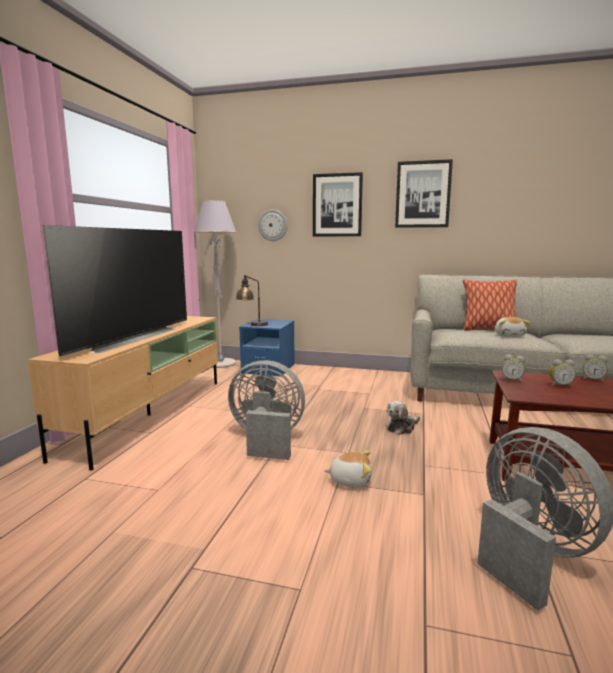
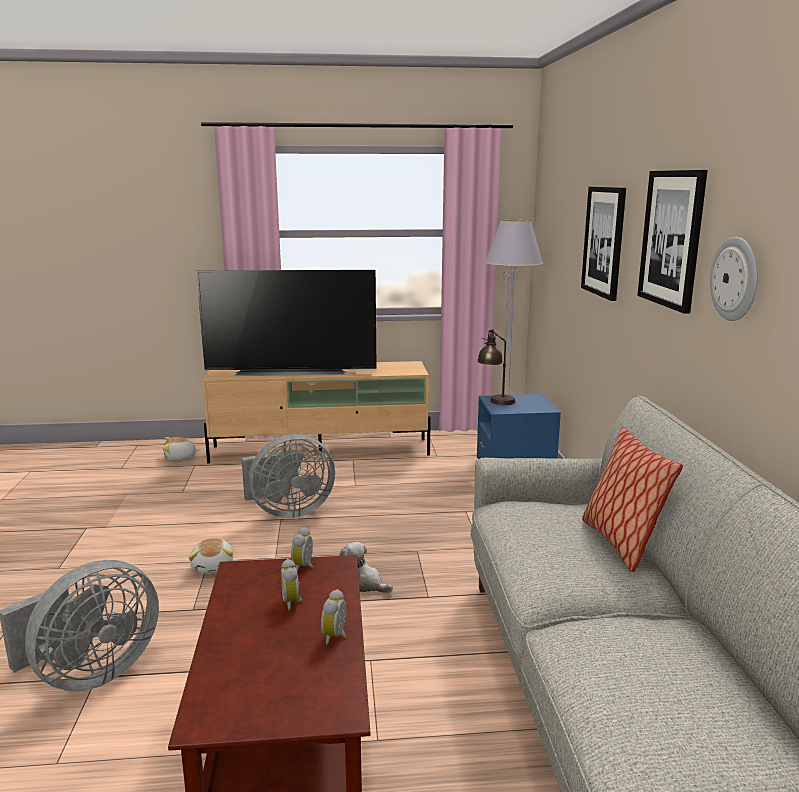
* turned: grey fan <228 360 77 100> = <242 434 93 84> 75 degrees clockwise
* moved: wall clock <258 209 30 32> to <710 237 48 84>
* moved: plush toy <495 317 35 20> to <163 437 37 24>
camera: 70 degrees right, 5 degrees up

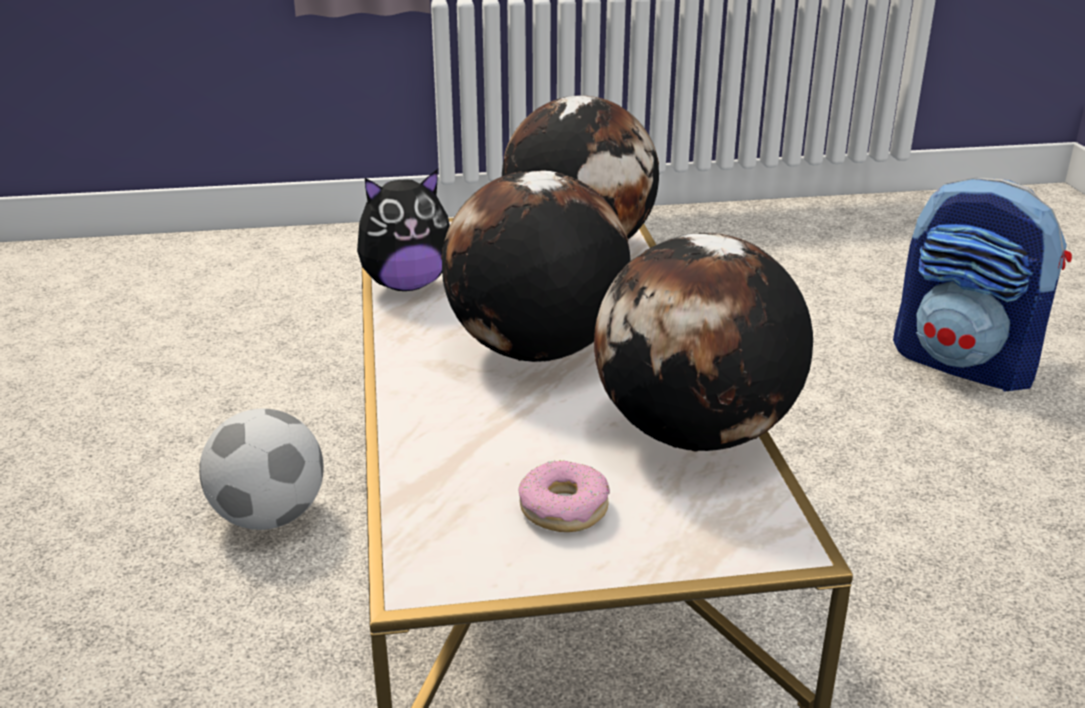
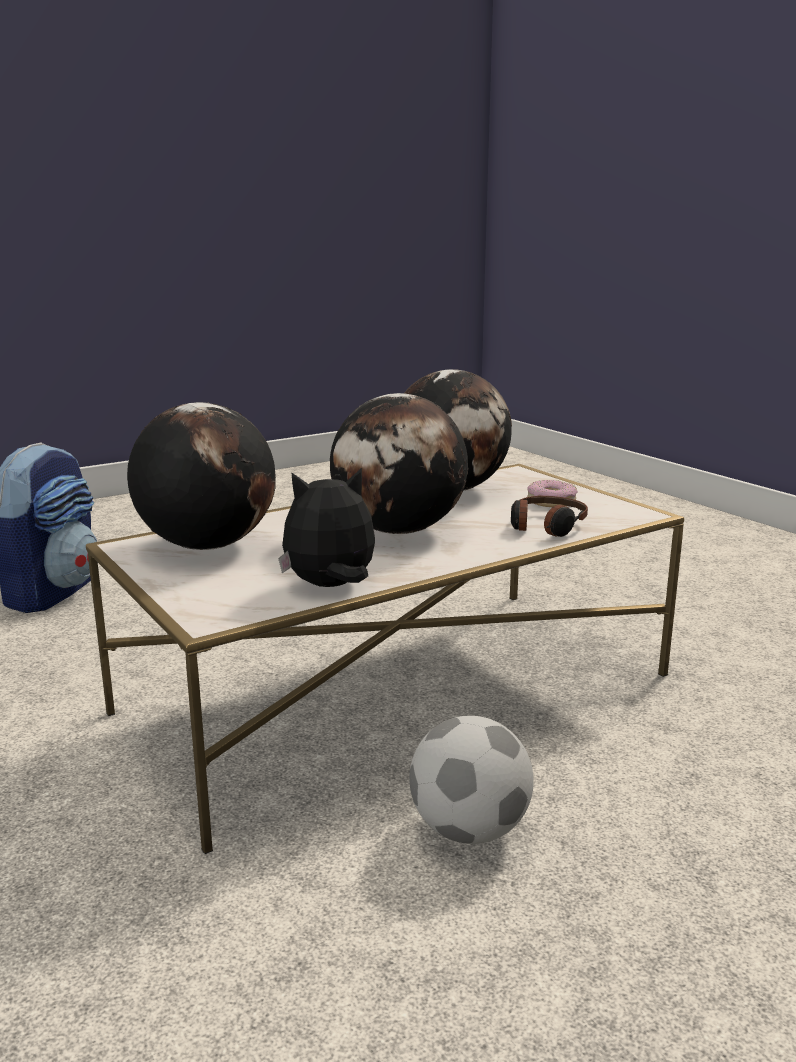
* turned: plush toy <357 169 93 122> = <278 468 97 119> 60 degrees counterclockwise
* added: headphones <511 496 77 41>
camera: 115 degrees left, 10 degrees down

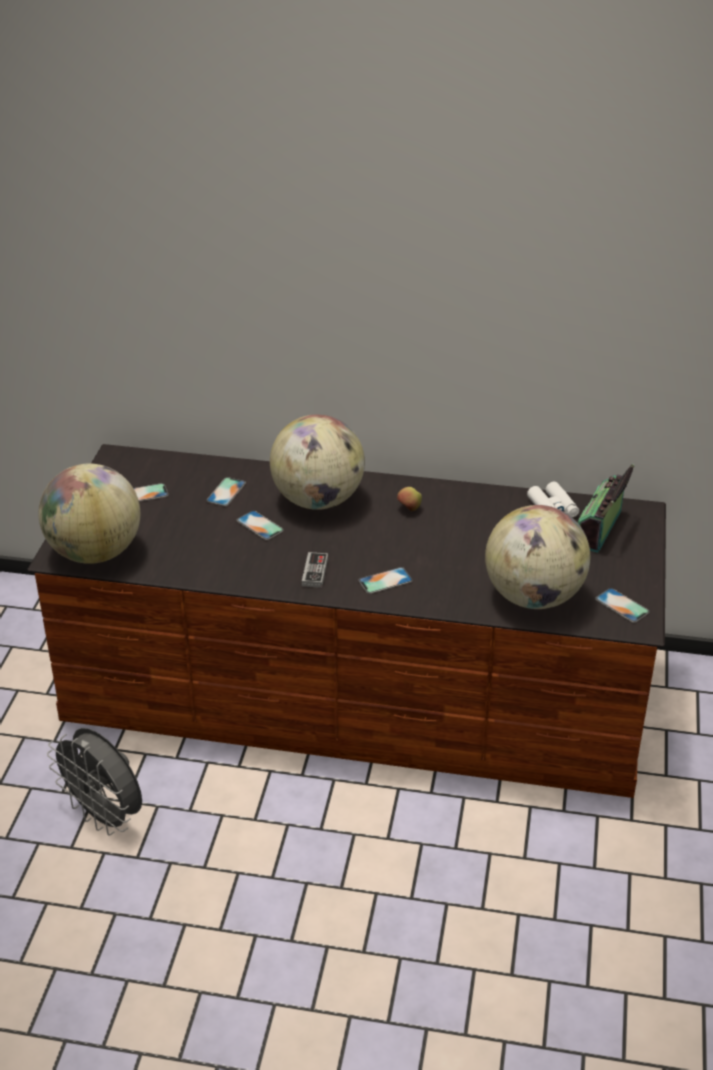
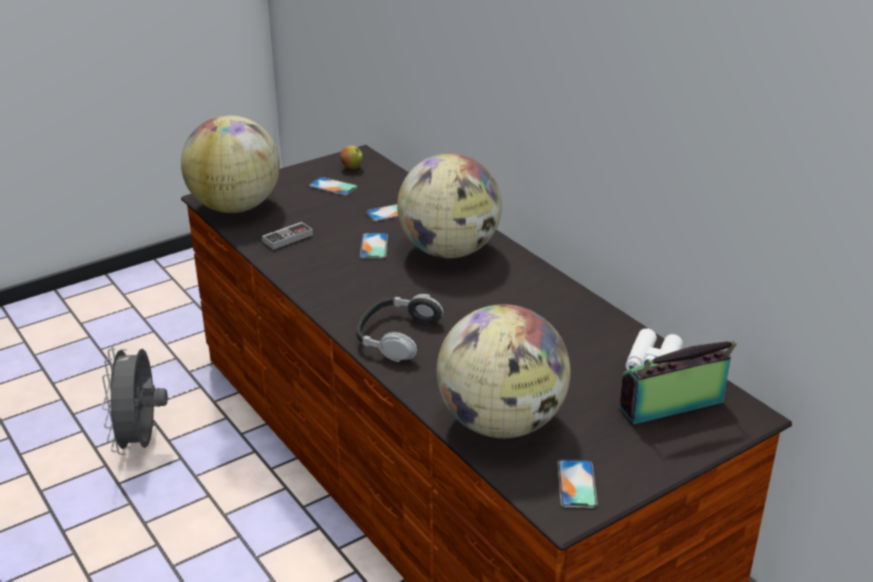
* moved: game controller <302 552 26 36> to <262 222 51 28>
* replaced: phone <358 567 55 27> to headphones <356 294 88 68>
* moved: apple <397 487 25 24> to <340 146 23 24>
camera: 45 degrees right, 5 degrees down

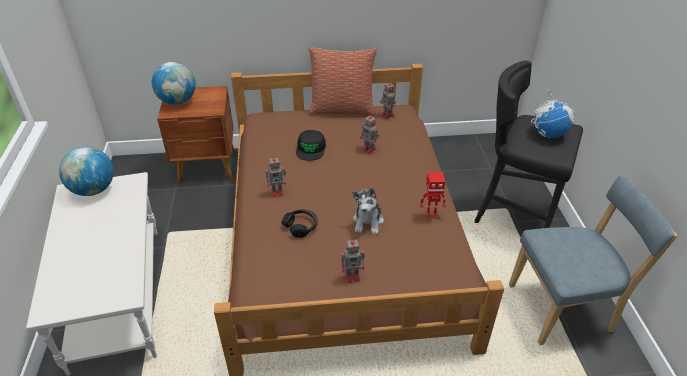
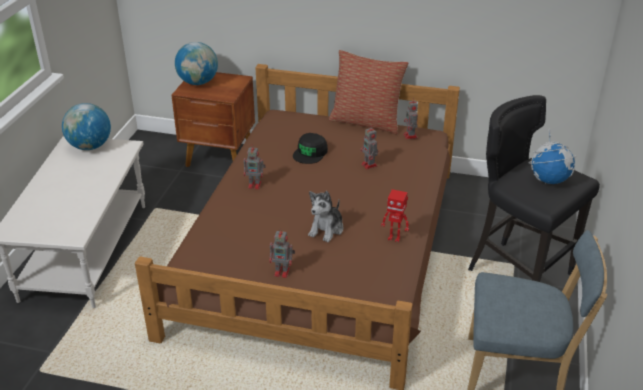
* removed: black headphones <282 209 36 29>
camera: 20 degrees right, 5 degrees down

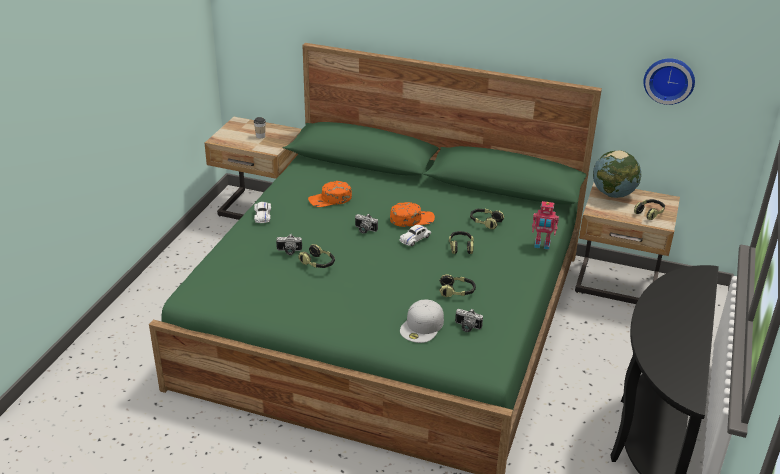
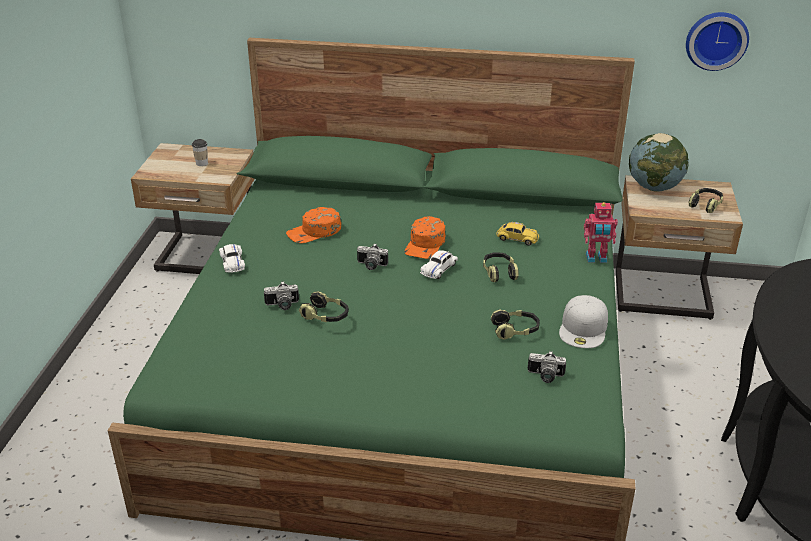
* turned: orange cap <390 202 45 25> = <404 216 42 43> 135 degrees clockwise
* moved: white cap <400 299 44 44> to <559 295 49 53>
* replaced: headphones <470 209 34 20> to yellow toy car <496 222 43 24>
camera: 10 degrees left, 0 degrees up

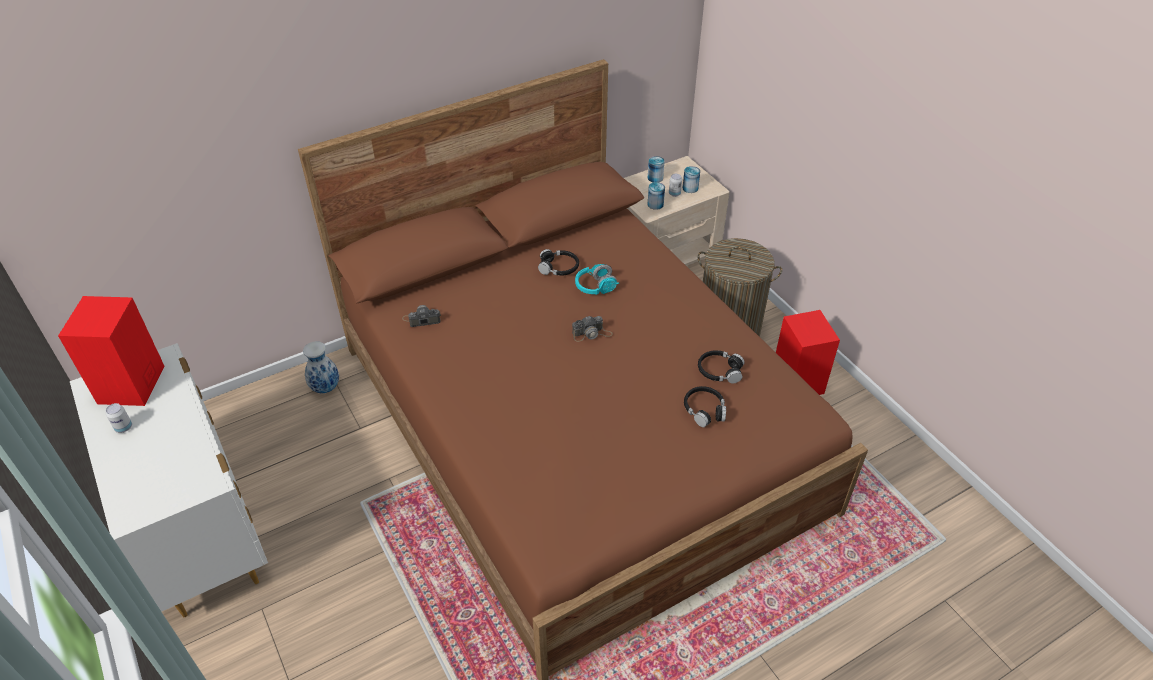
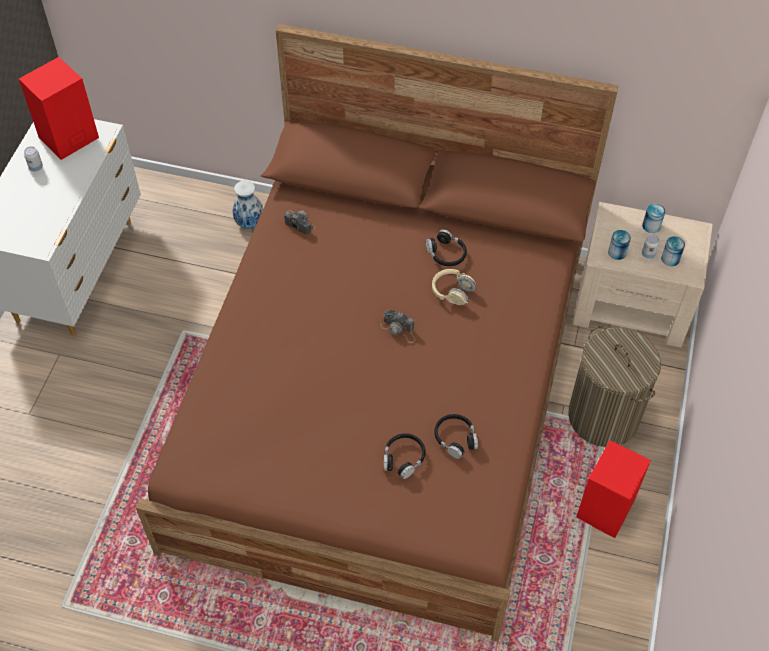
* recoloured: turquoise headphones <575 264 44 31> to beige headphones <432 269 44 36>
camera: 45 degrees right, 10 degrees up

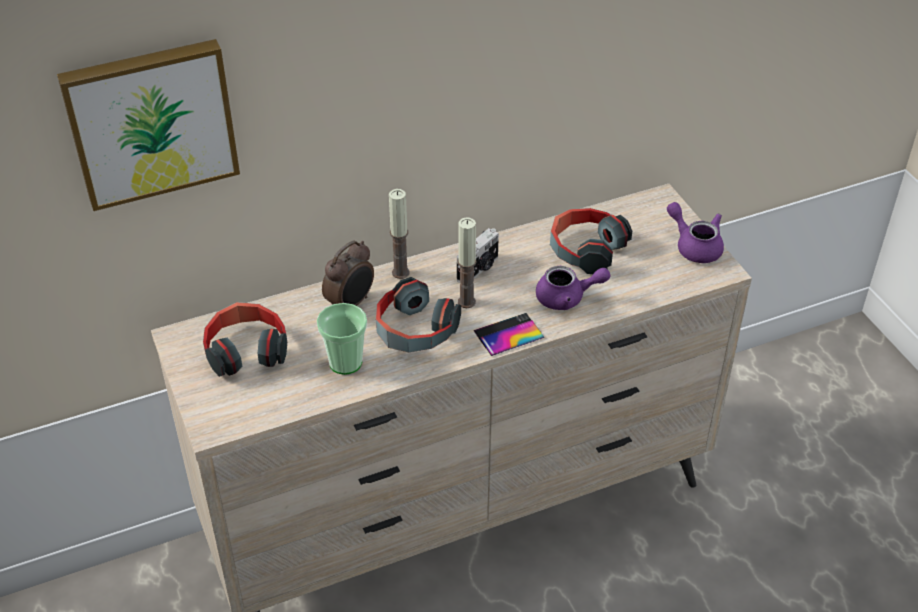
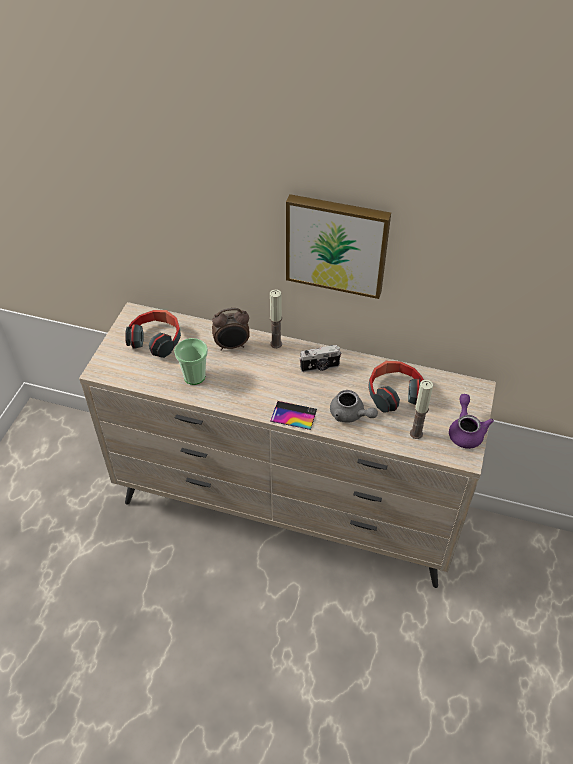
* moved: picture <57 39 183 172> to <286 194 105 105>
* removed: headphones <376 277 85 75>
* moved: candle <457 217 20 91> to <410 380 23 59>
* recoloured: purple teapot <536 266 74 44> to grey teapot <330 390 48 33>
camera: 40 degrees right, 5 degrees up

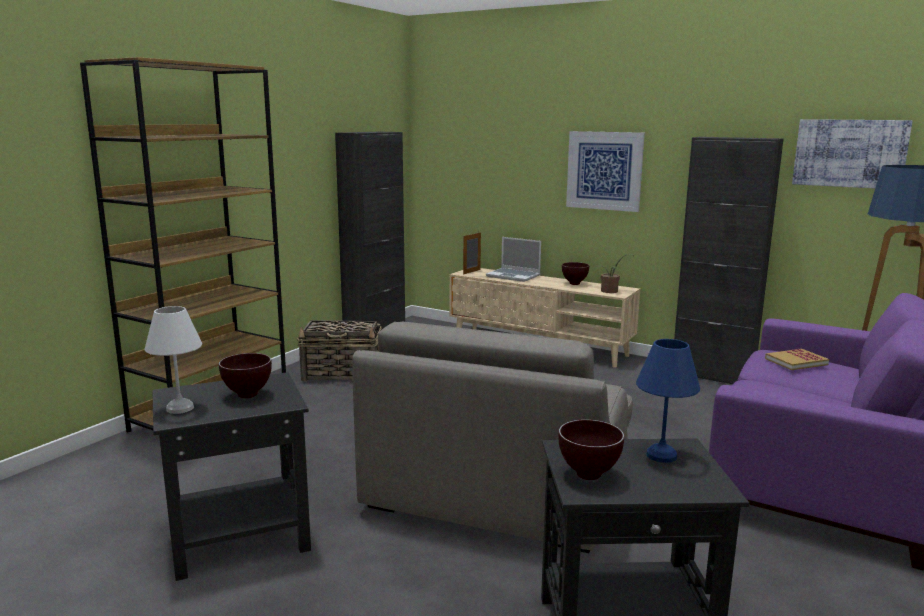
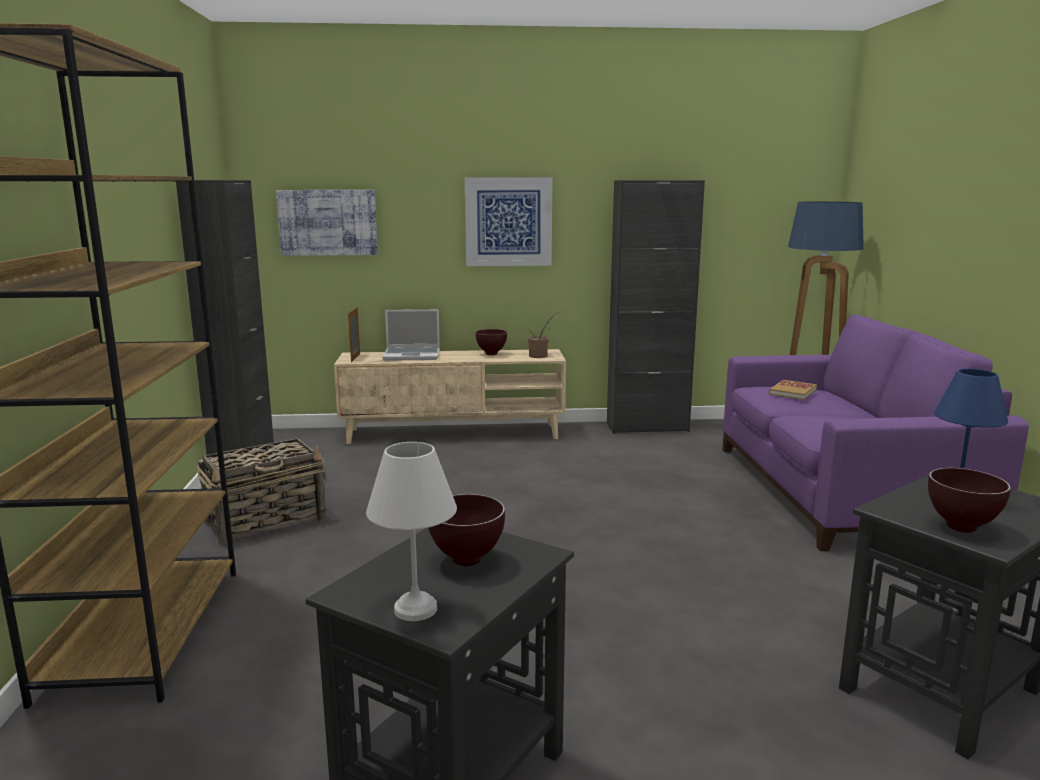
* removed: grey armchair <352 322 281 231>
* moved: picture <792 119 121 69> to <276 190 102 66>
camera: 35 degrees left, 0 degrees up

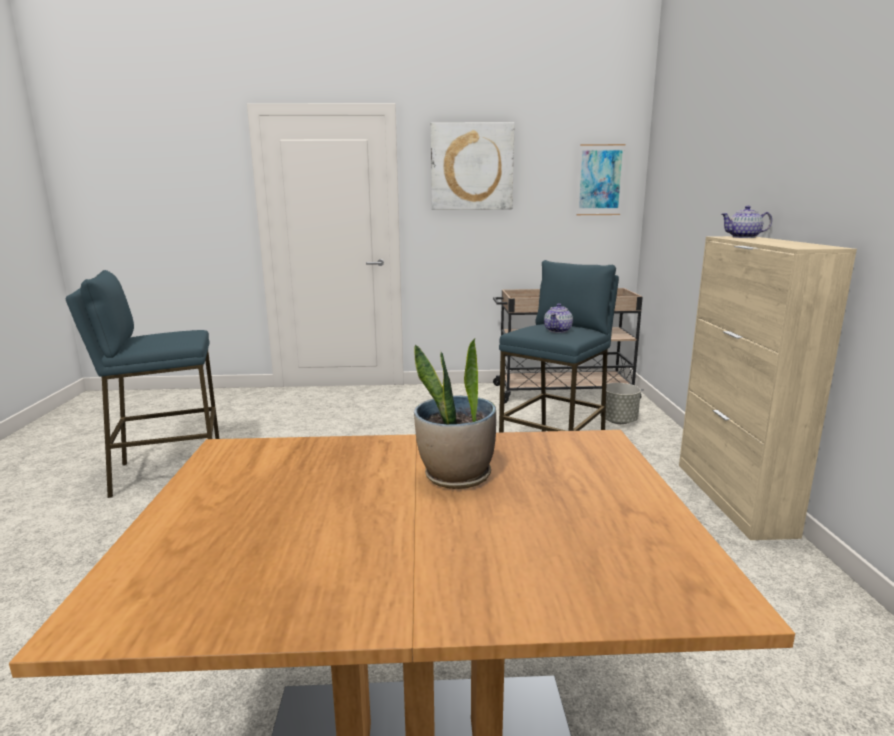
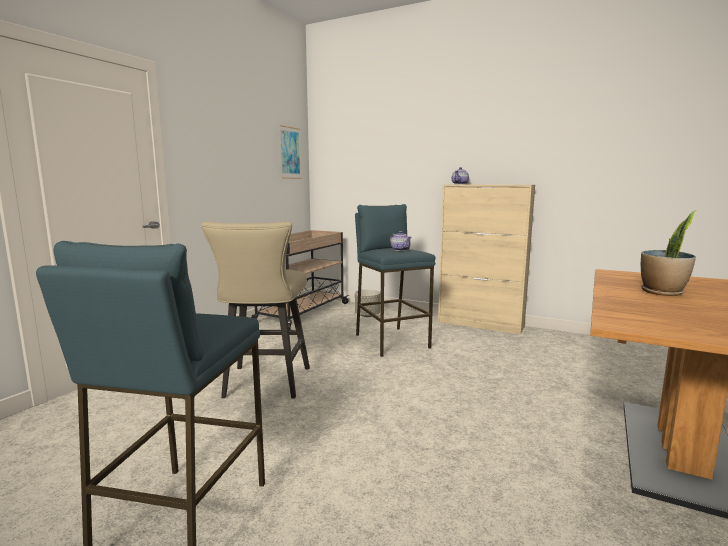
* removed: picture <431 122 84 88>
* added: beige stool <201 222 109 177>
camera: 60 degrees left, 5 degrees down

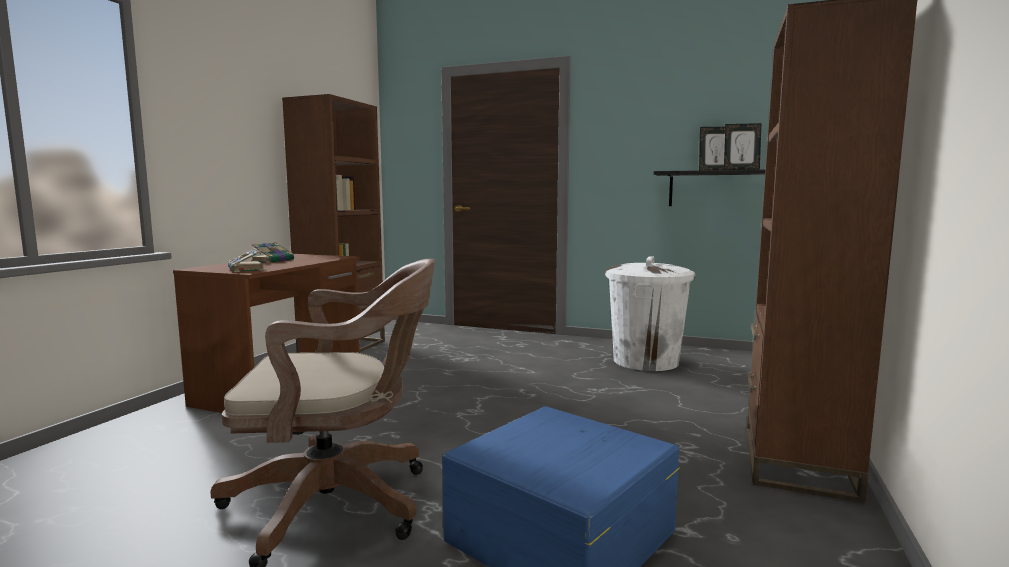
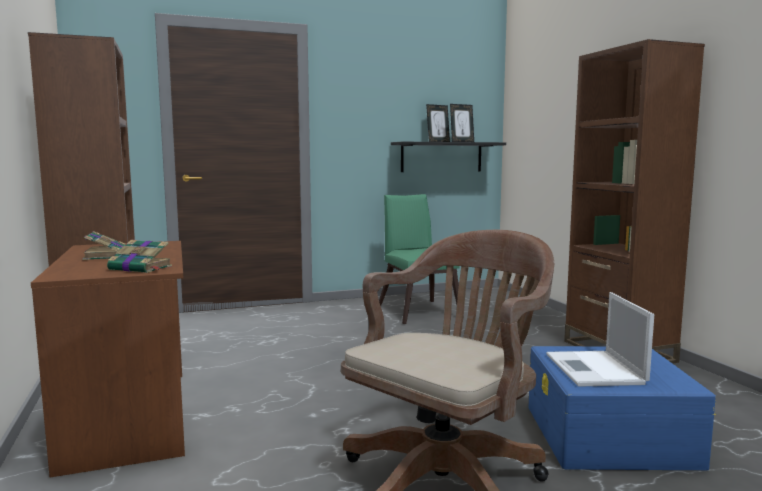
* replaced: white trash can <605 256 90 115> to green chair <379 194 85 130>
* added: laptop <546 292 108 95>
camera: 40 degrees left, 0 degrees up

